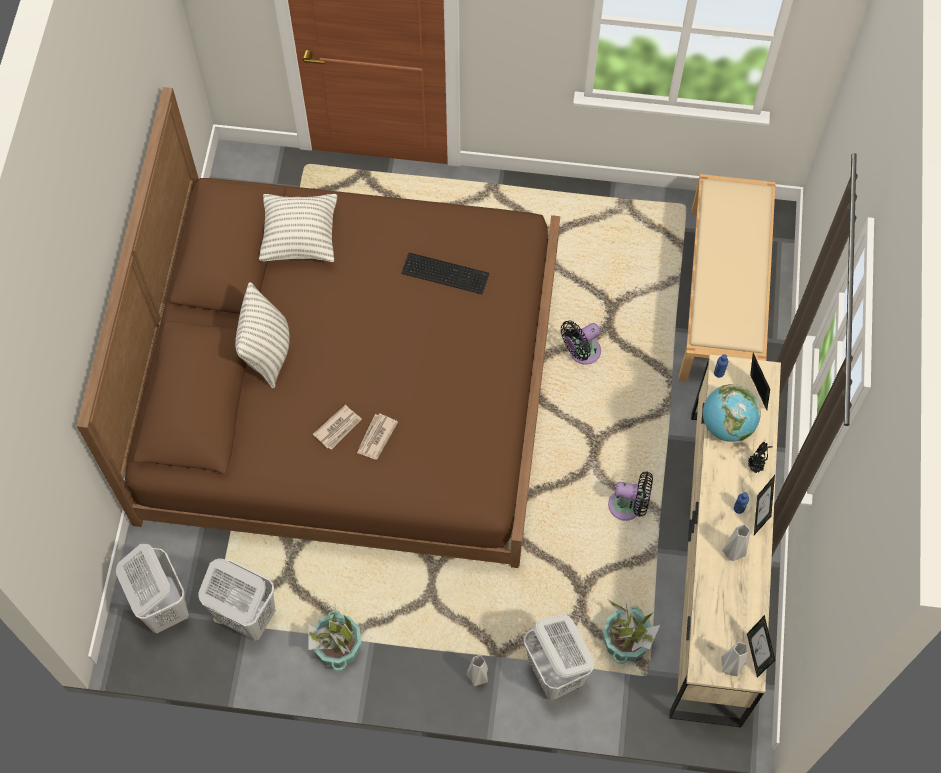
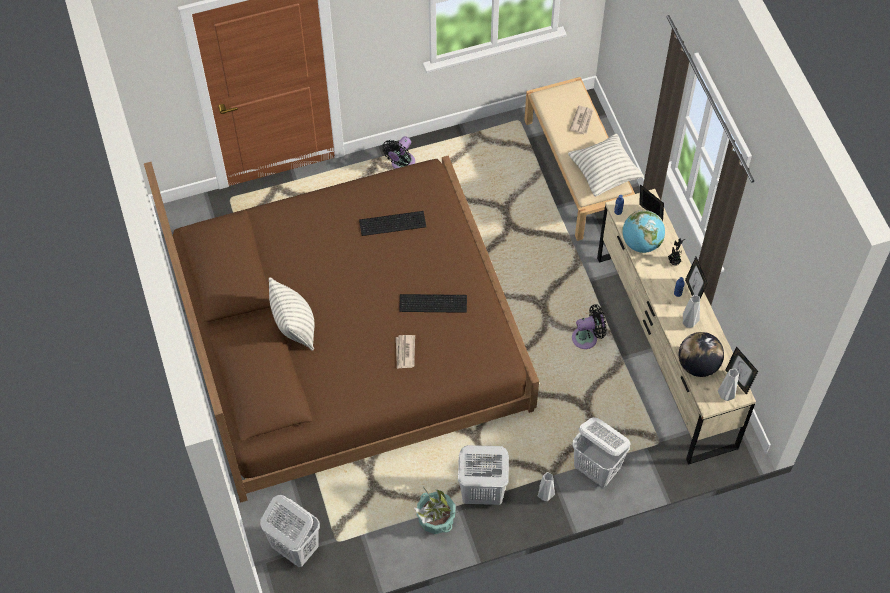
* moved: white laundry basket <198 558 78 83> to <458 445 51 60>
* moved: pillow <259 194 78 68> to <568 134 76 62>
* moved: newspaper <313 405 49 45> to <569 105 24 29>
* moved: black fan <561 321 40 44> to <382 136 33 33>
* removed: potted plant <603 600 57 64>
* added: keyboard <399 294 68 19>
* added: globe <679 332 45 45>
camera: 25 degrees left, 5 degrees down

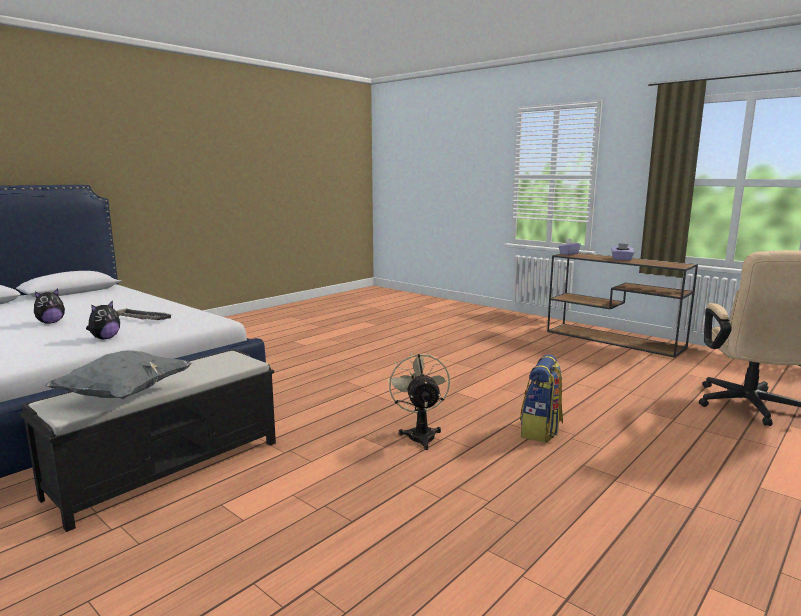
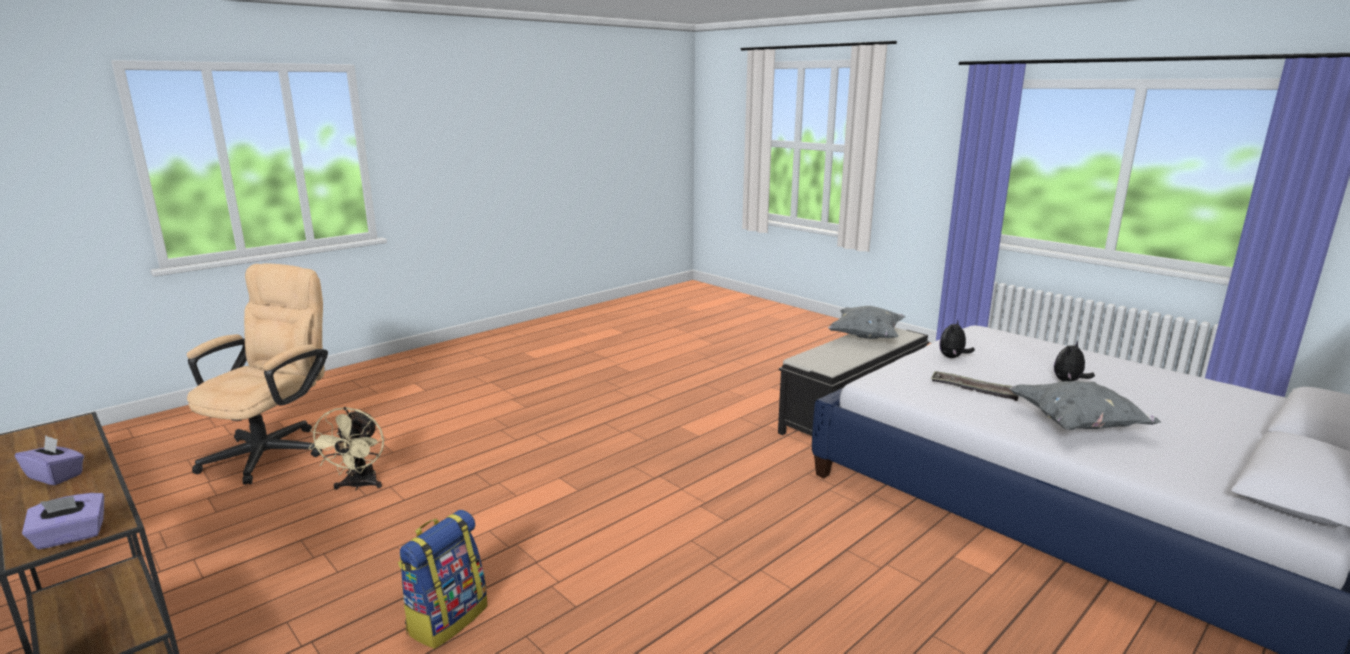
* moved: beige fan <388 352 62 98> to <308 407 76 83>
* moved: backpack <520 354 43 88> to <398 510 90 139>
* added: grey pillow <1009 381 152 49>
camera: 175 degrees left, 5 degrees up

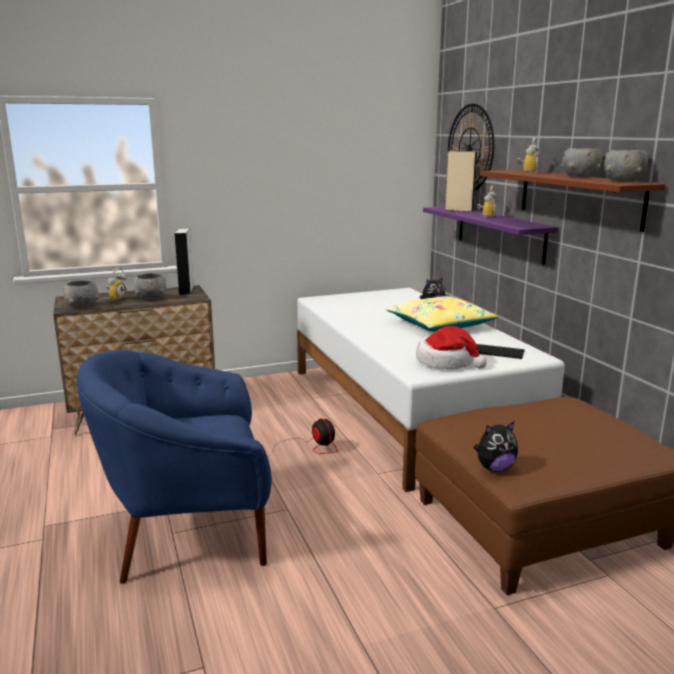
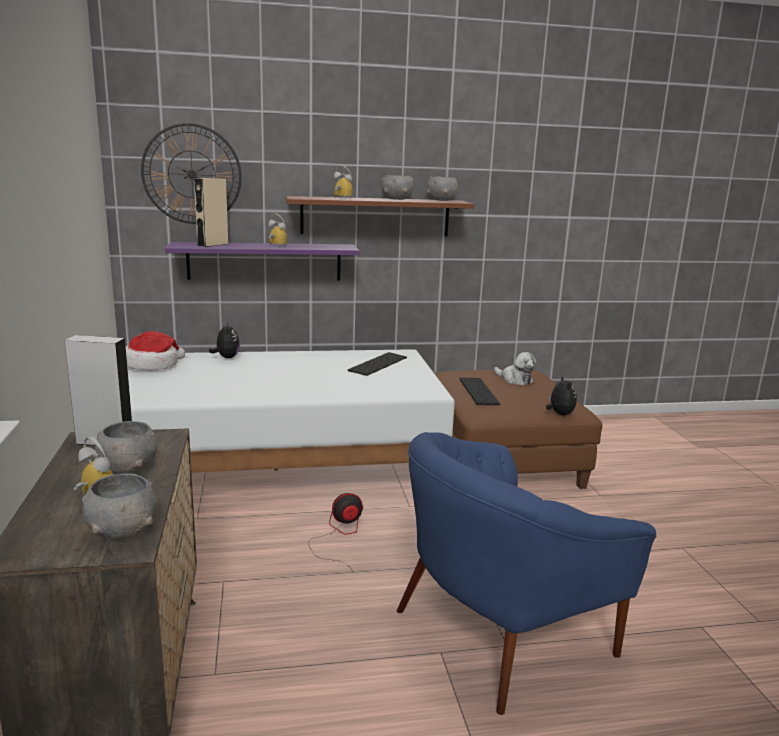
* turned: blue armchair <77 350 195 234> = <397 432 259 283> 60 degrees clockwise
* removed: yellow pillow <386 296 112 36>
* moved: hat <416 326 71 43> to <126 331 59 39>
* added: keyboard <459 378 41 27>
* added: plush toy <494 352 42 33>
camera: 80 degrees left, 0 degrees up

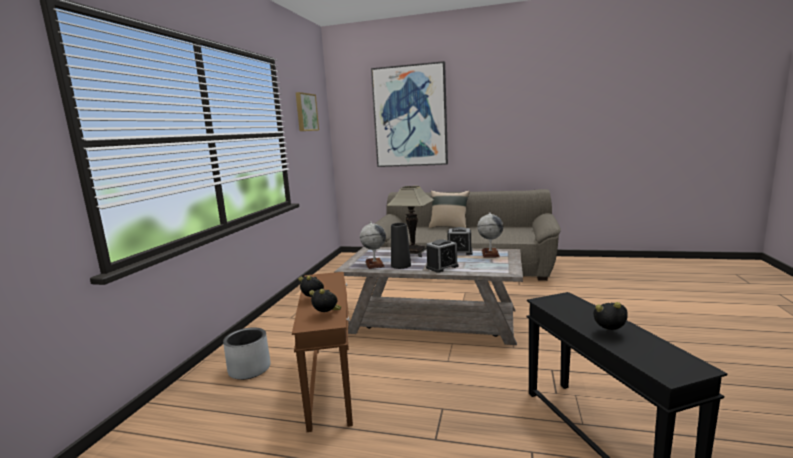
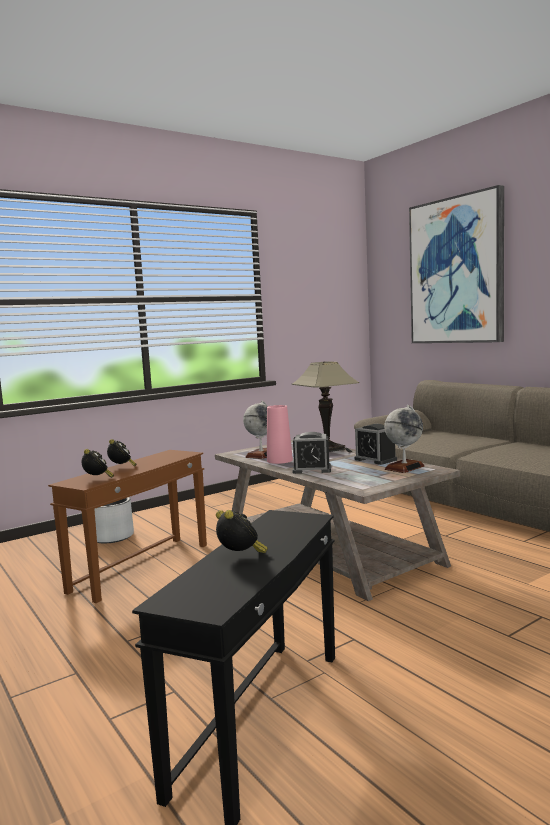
* removed: picture <296 92 23 39>
* recoloured: black vase <391 223 20 46> to pink vase <267 405 26 59>
* removed: beige pillow <428 190 42 38>
camera: 40 degrees right, 5 degrees down

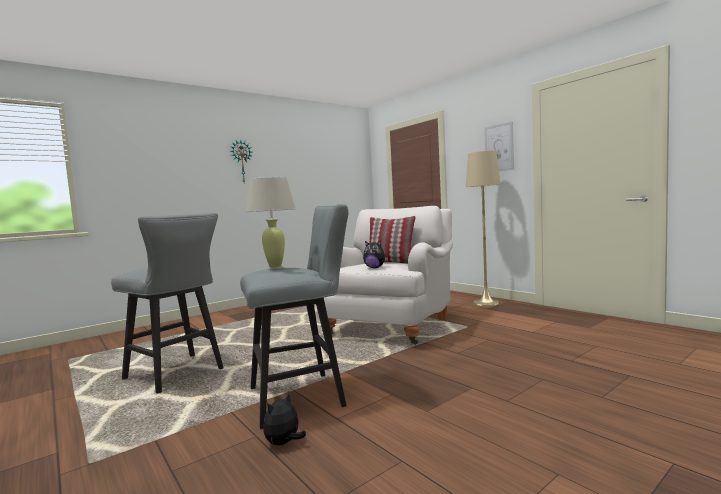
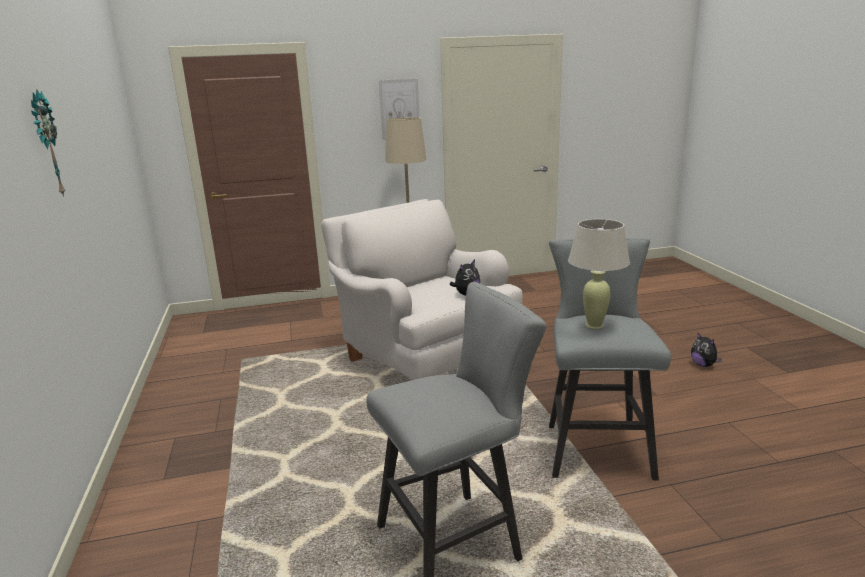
* moved: plush toy <263 392 43 53> to <691 333 31 34>
* removed: pillow <369 216 46 48>
camera: 65 degrees left, 15 degrees up

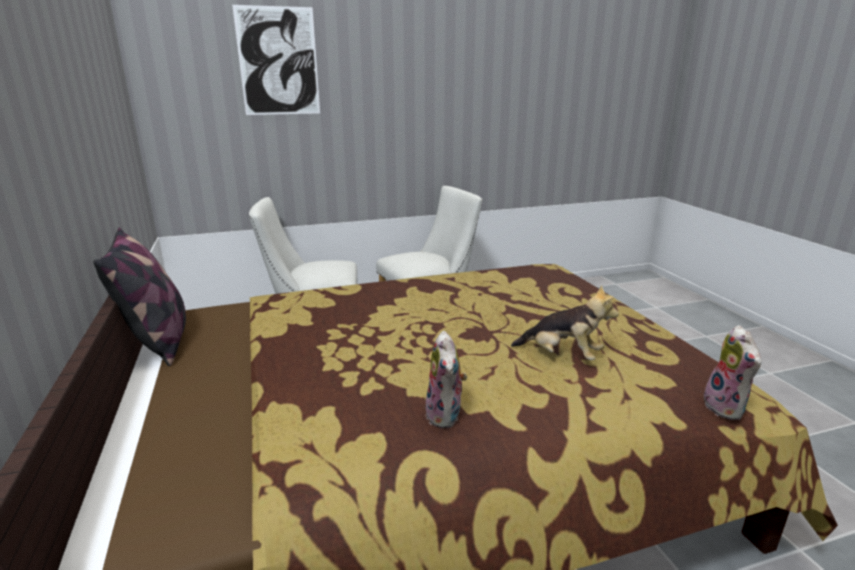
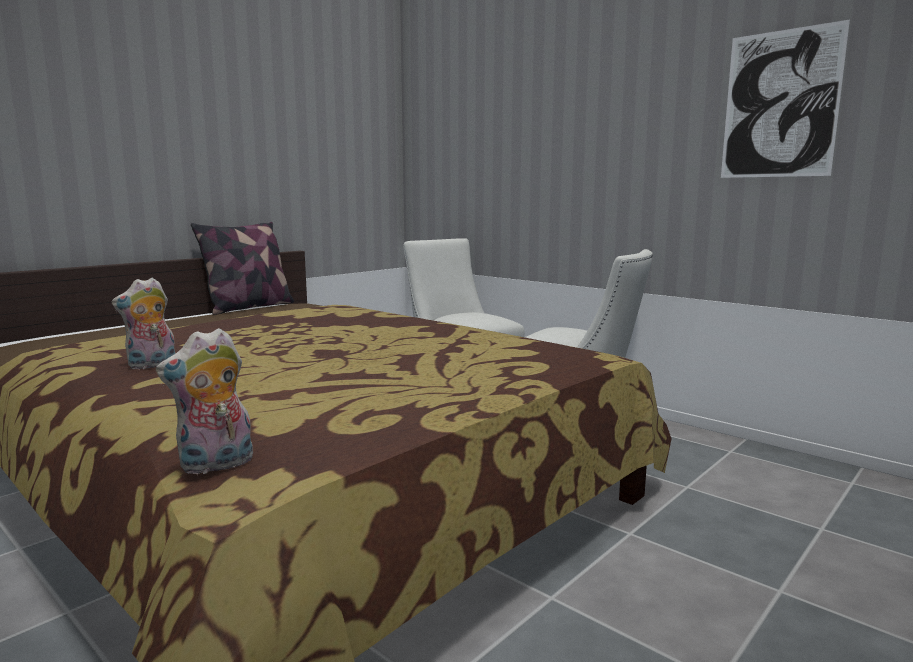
* moved: picture <232 5 88 110> to <721 20 129 158>
* removed: plush toy <511 286 108 74>
camera: 60 degrees right, 10 degrees down

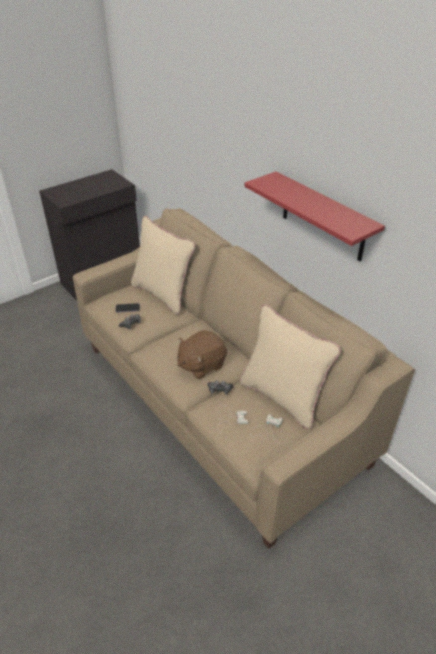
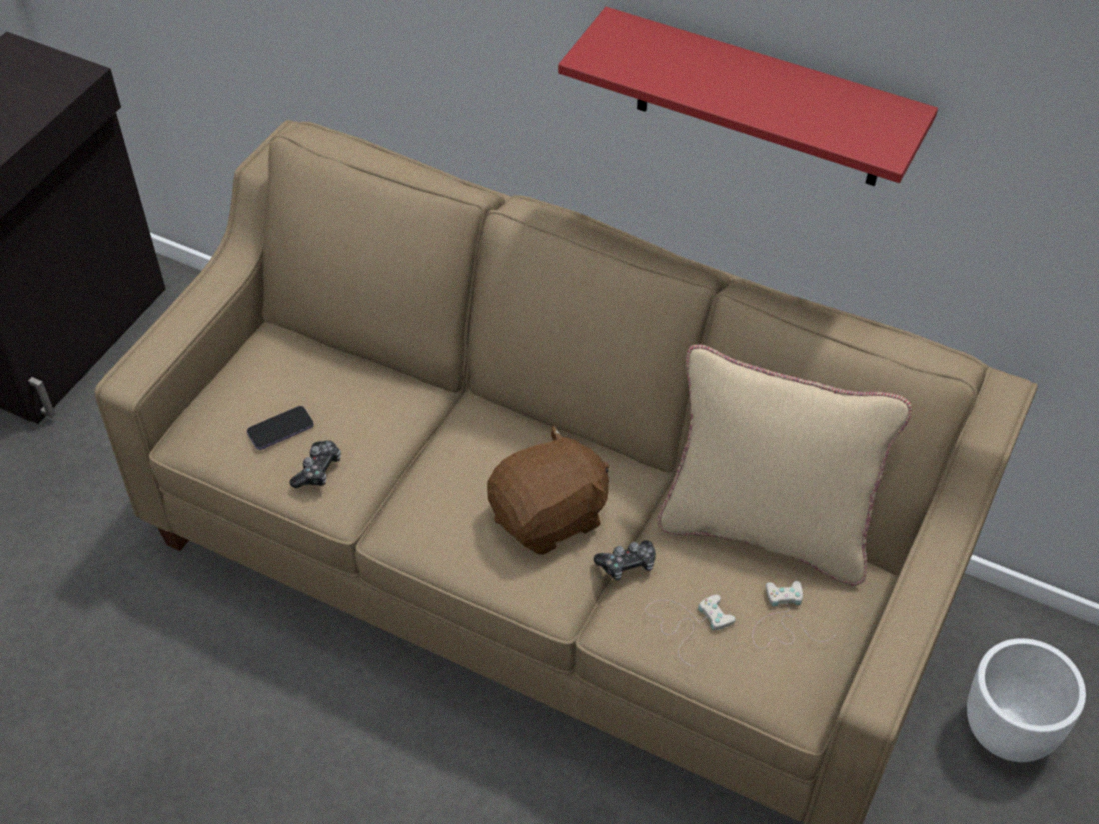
* removed: beige pillow <131 216 64 99>
* turned: brown plush toy <177 330 50 49> = <487 425 122 129> 150 degrees counterclockwise
* added: white planter <967 638 119 124>
camera: 25 degrees left, 10 degrees up

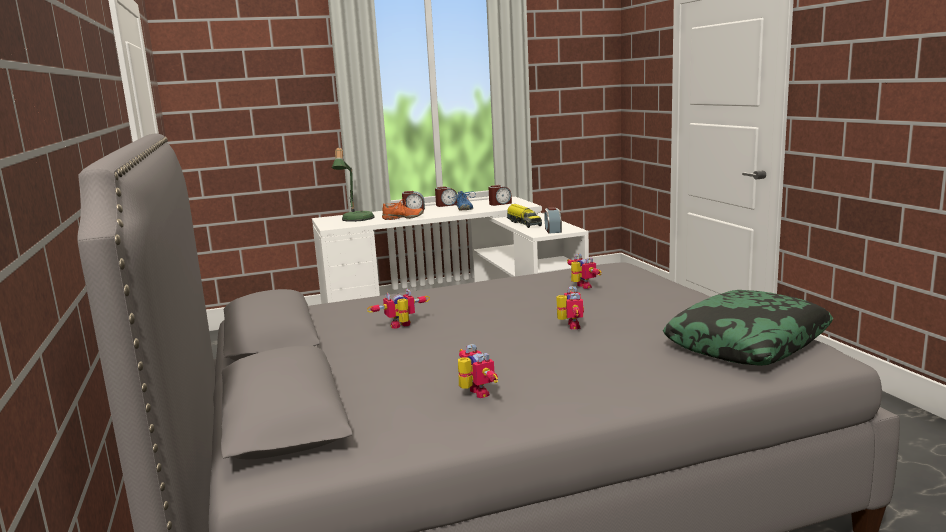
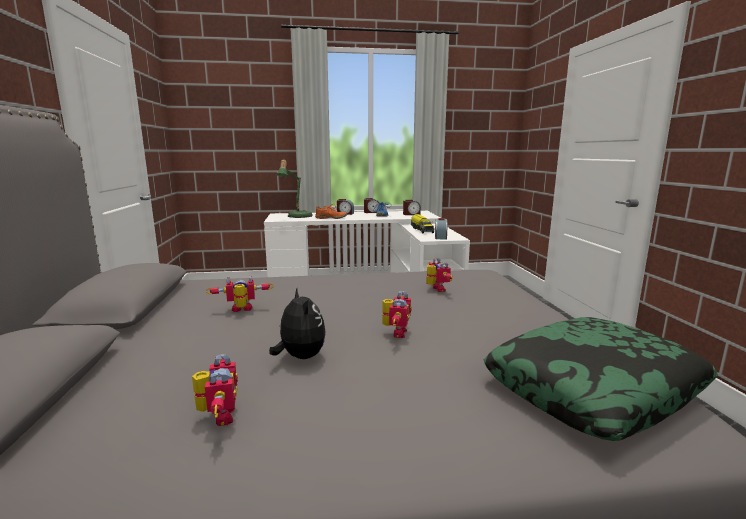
* added: plush toy <269 289 57 70>
camera: 10 degrees right, 0 degrees up

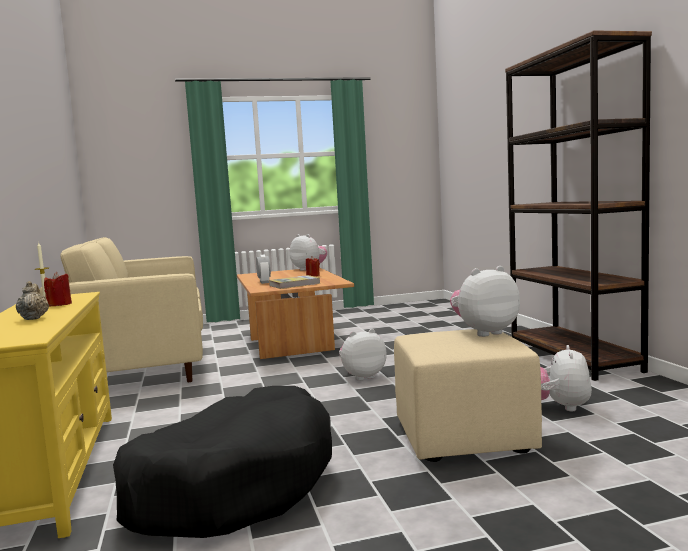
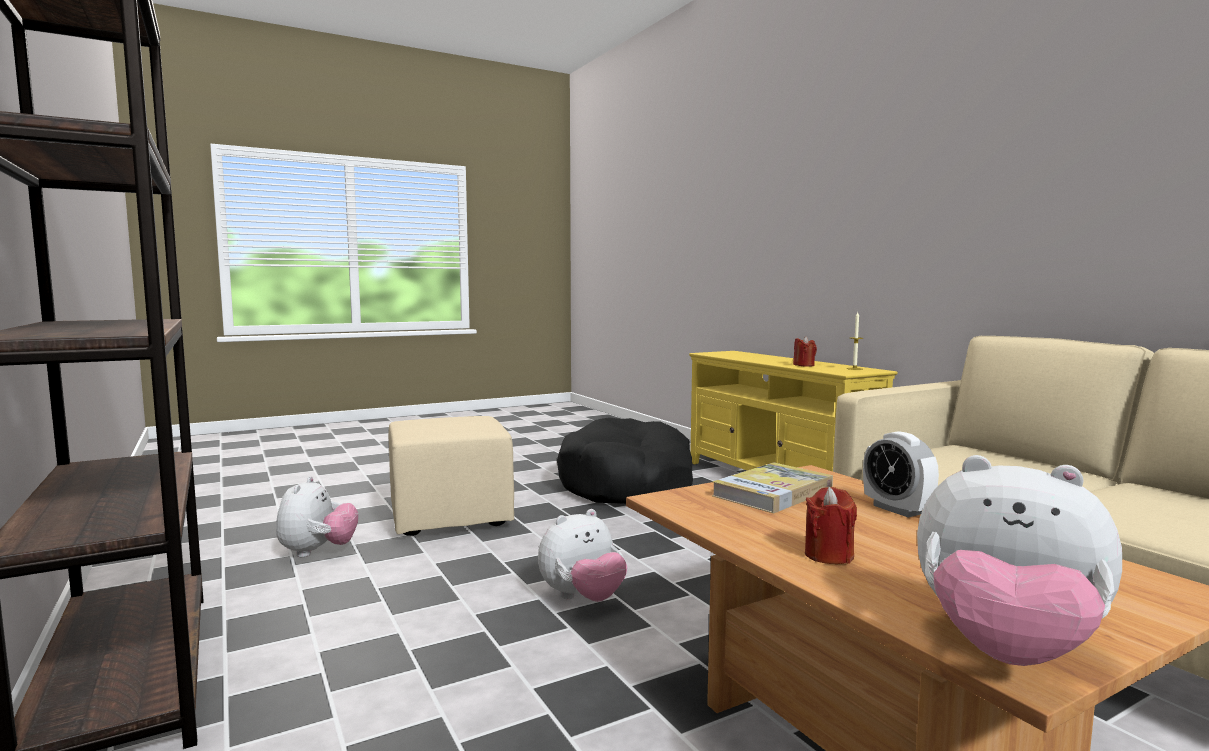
* removed: beige teapot <16 281 33 39>
* removed: plush toy <450 266 70 71>
camera: 165 degrees right, 0 degrees up

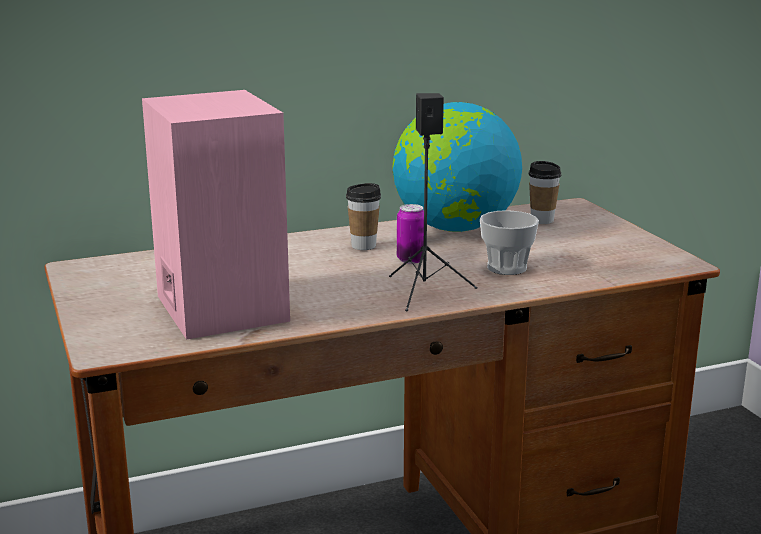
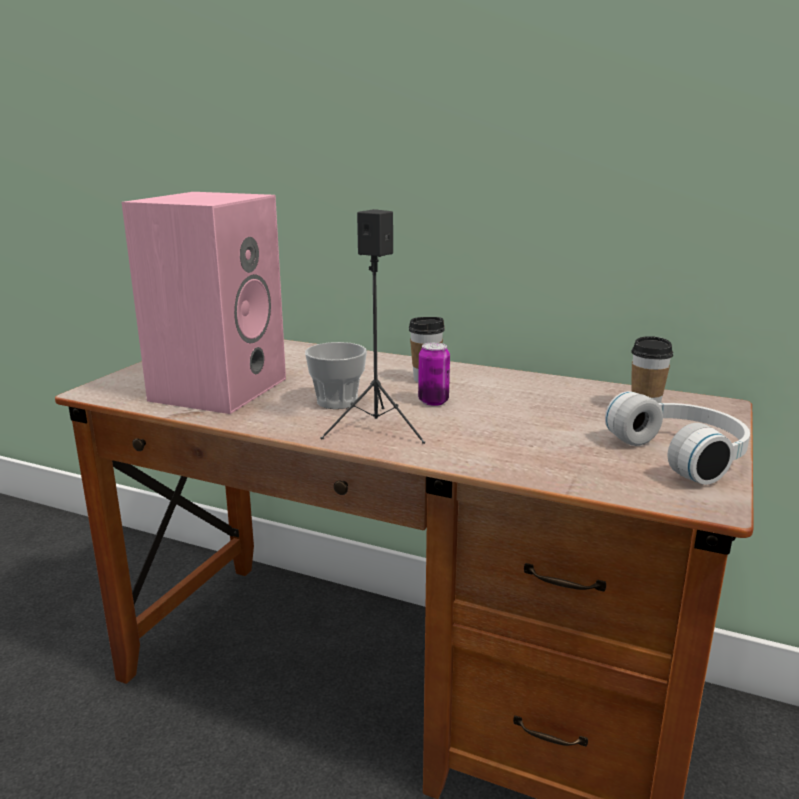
* removed: globe <392 102 130 130>
* moved: cup <480 210 59 65> to <305 342 62 67>
* added: white headphones <605 391 145 94>
camera: 45 degrees right, 0 degrees up

